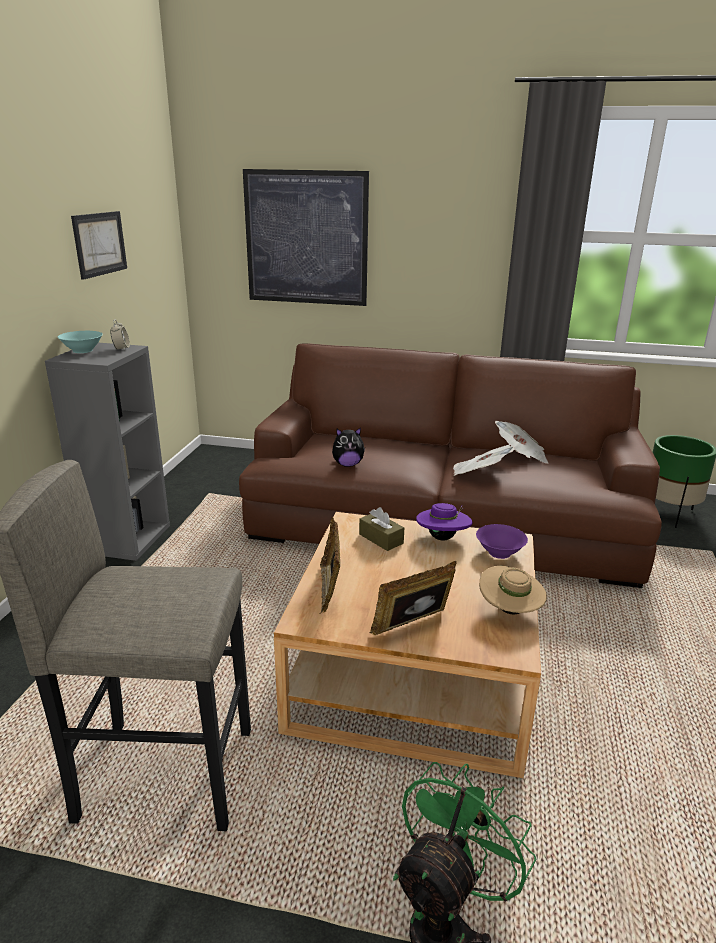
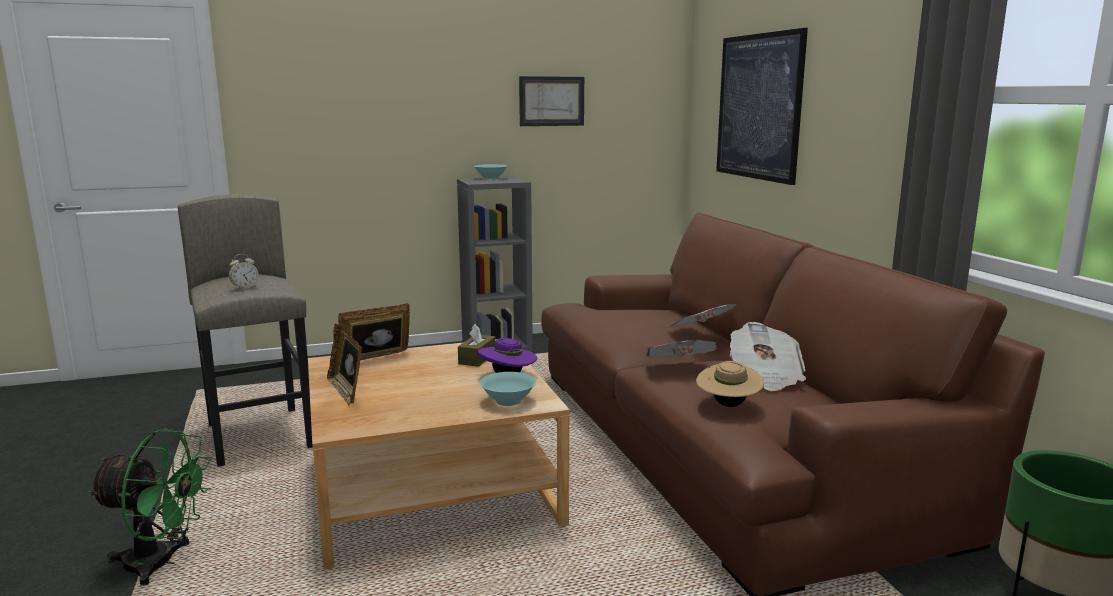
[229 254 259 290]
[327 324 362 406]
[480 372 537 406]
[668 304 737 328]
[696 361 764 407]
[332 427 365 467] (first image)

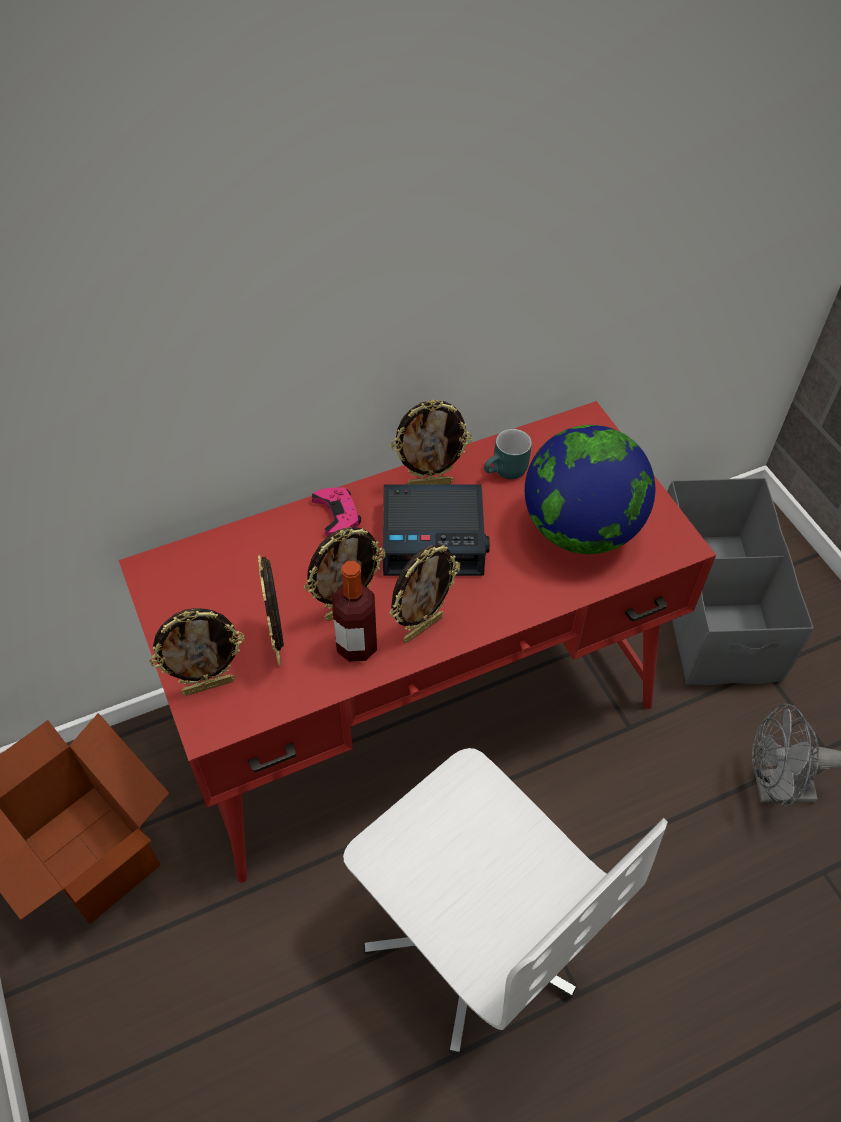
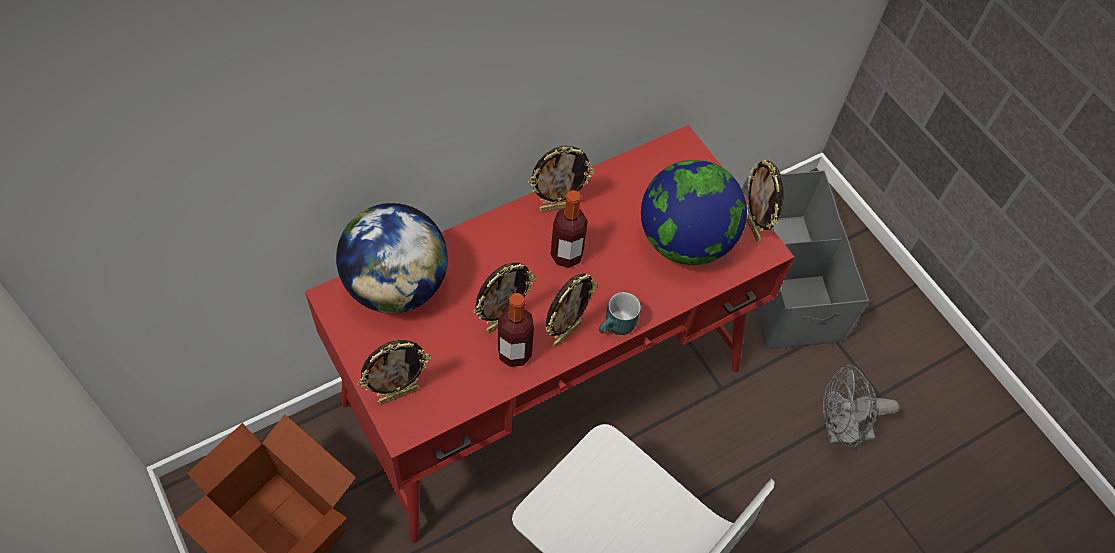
[336 203 448 313]
[550 190 588 268]
[599 292 641 335]
[746 159 784 242]
[312 487 361 536] (first image)

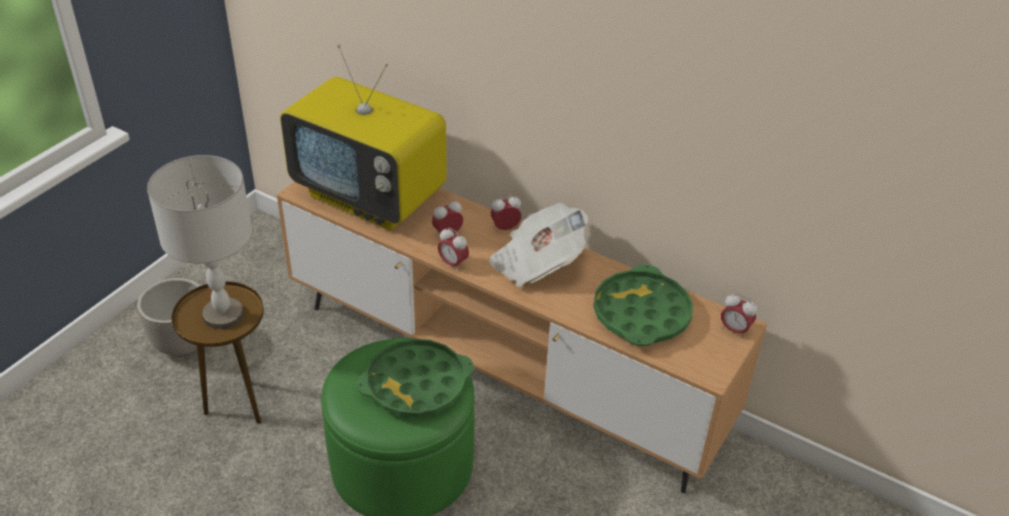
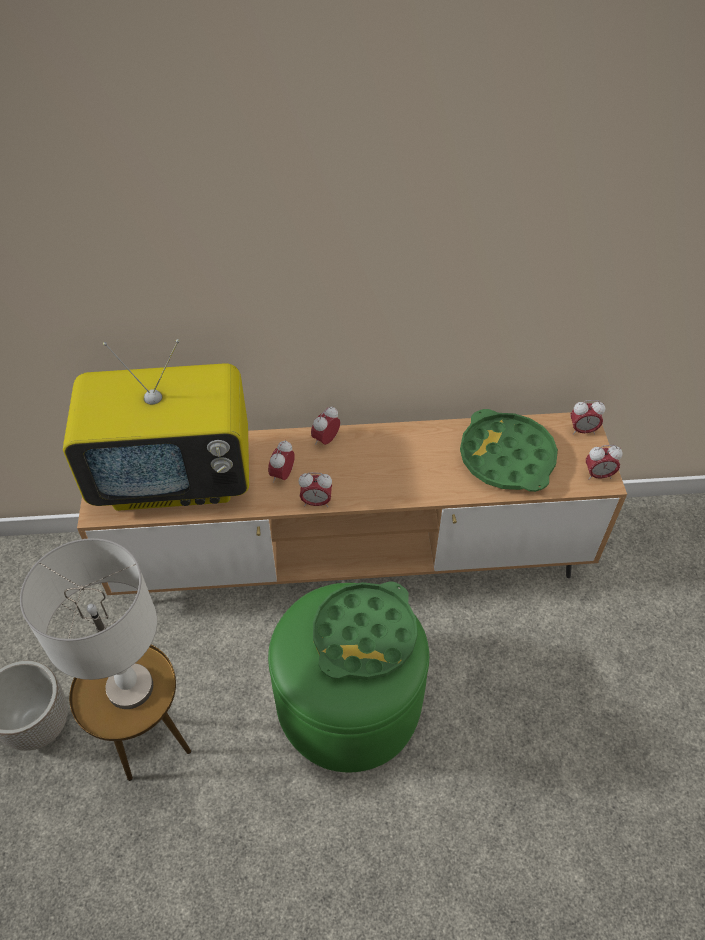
[586 445 623 480]
[489 203 589 287] (first image)

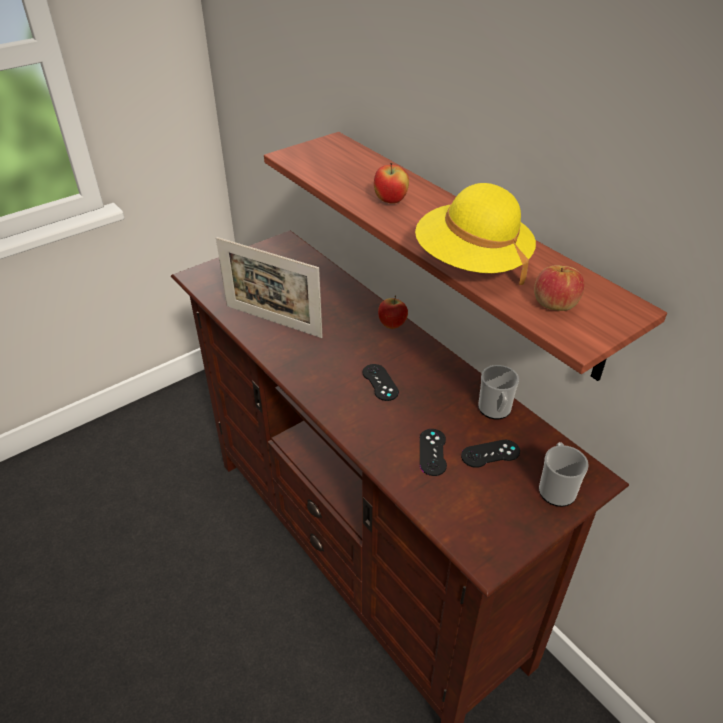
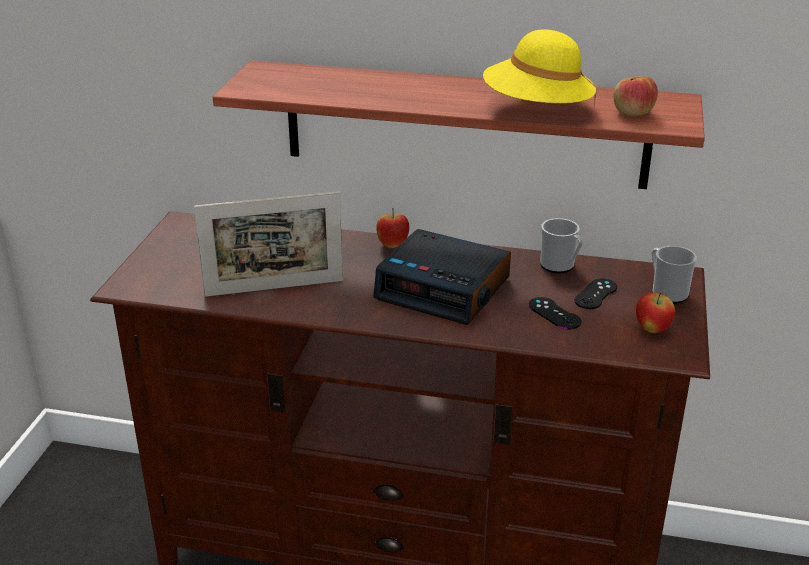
[373 229 511 325]
[636 293 675 333]

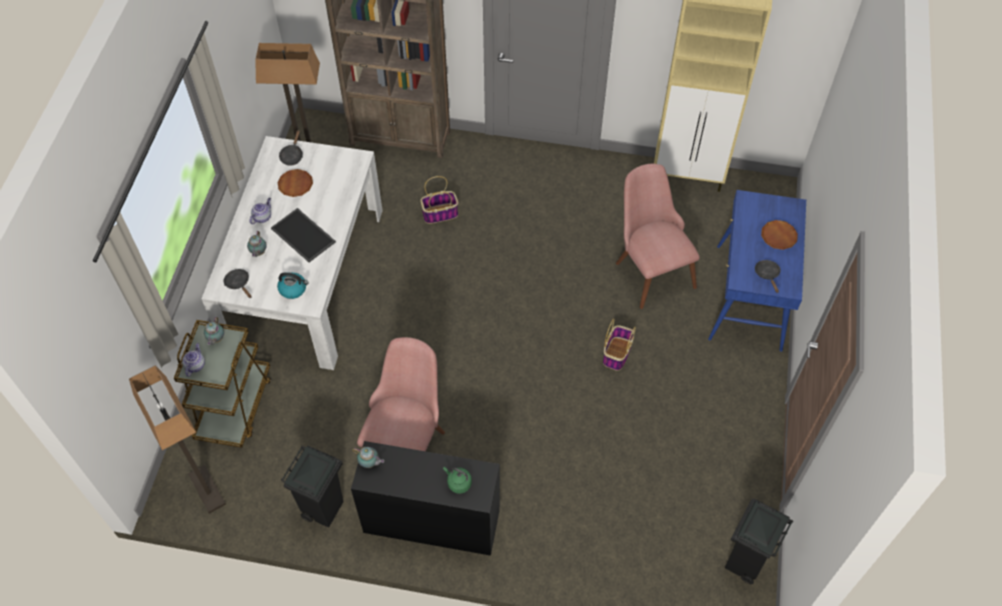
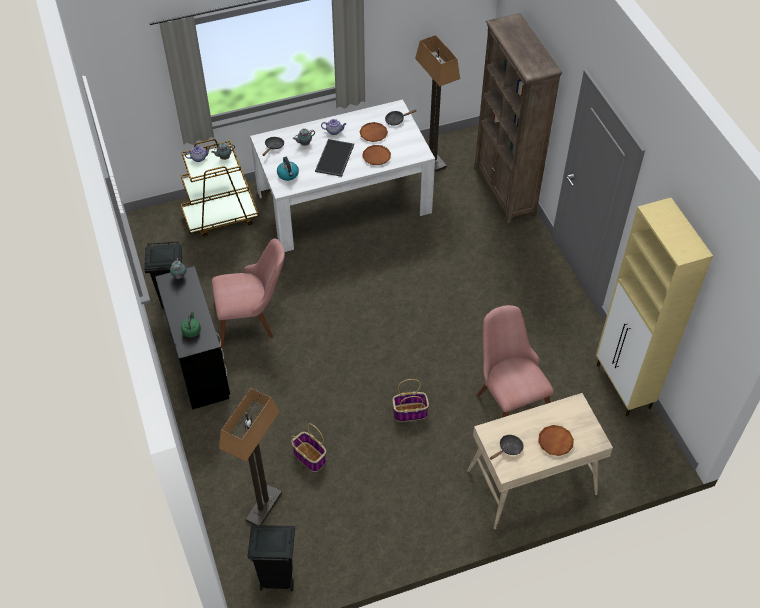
[219 388 282 525]
[291 423 326 472]
[362 145 391 165]
[467 393 613 529]
[476 305 554 418]

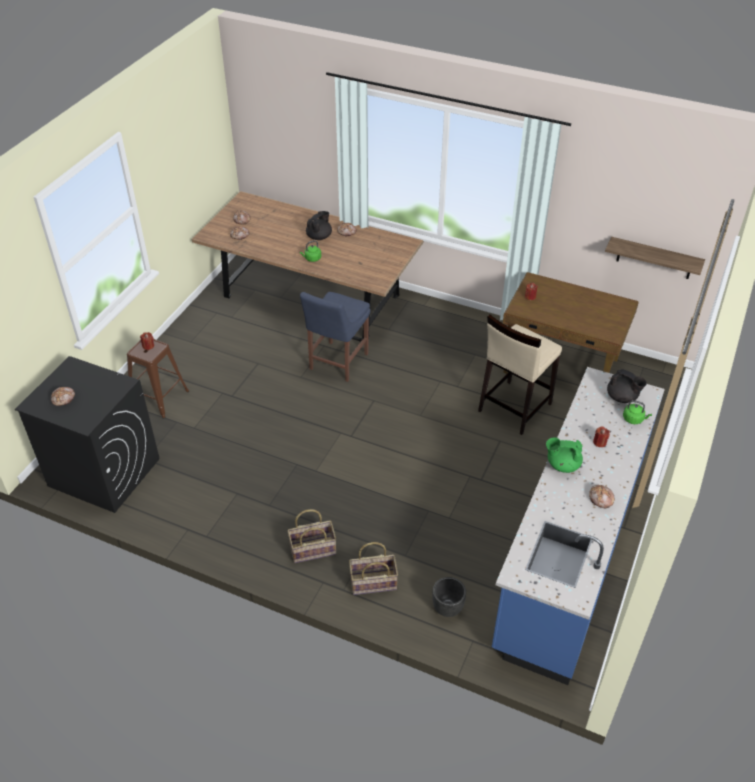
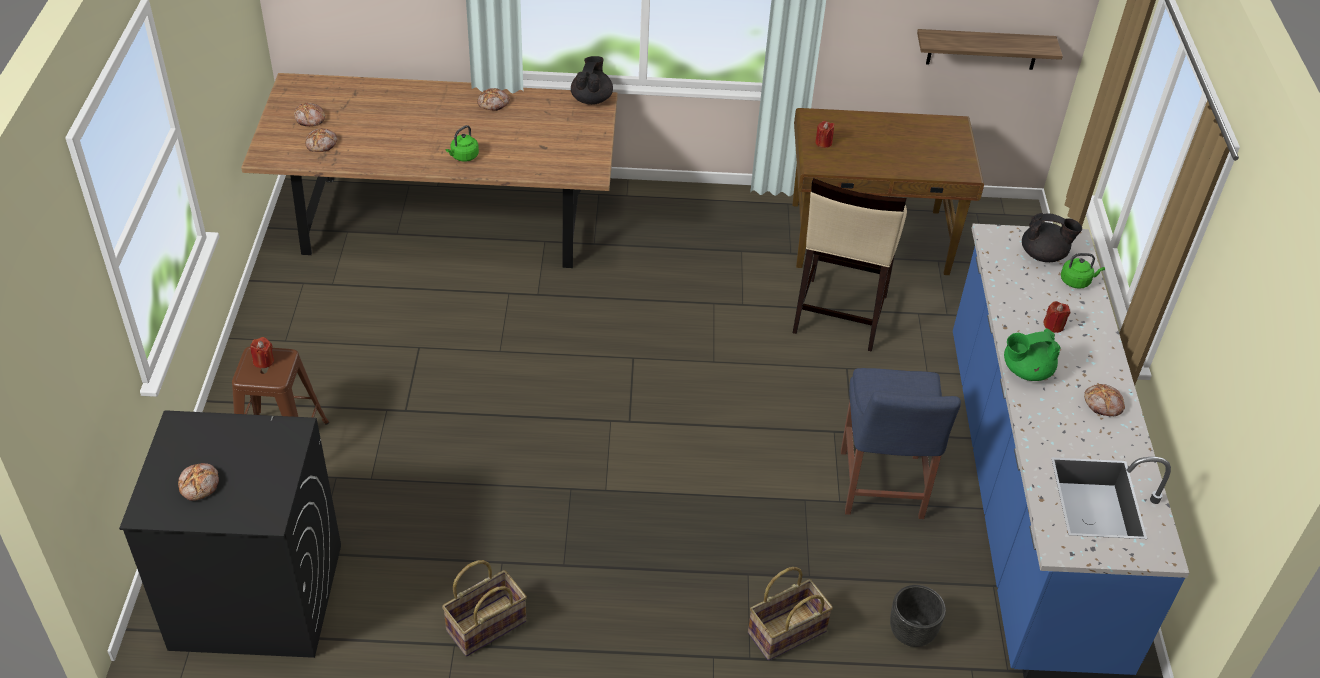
[442 560 527 656]
[571 56 613 105]
[841 368 961 519]

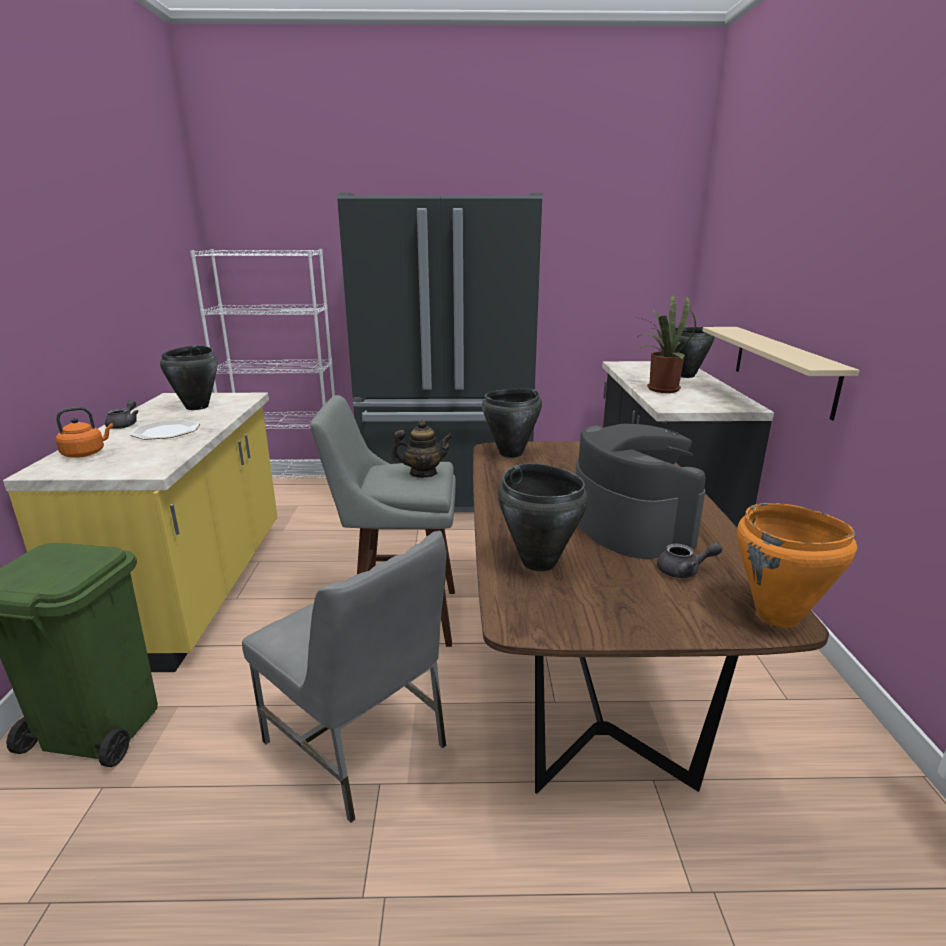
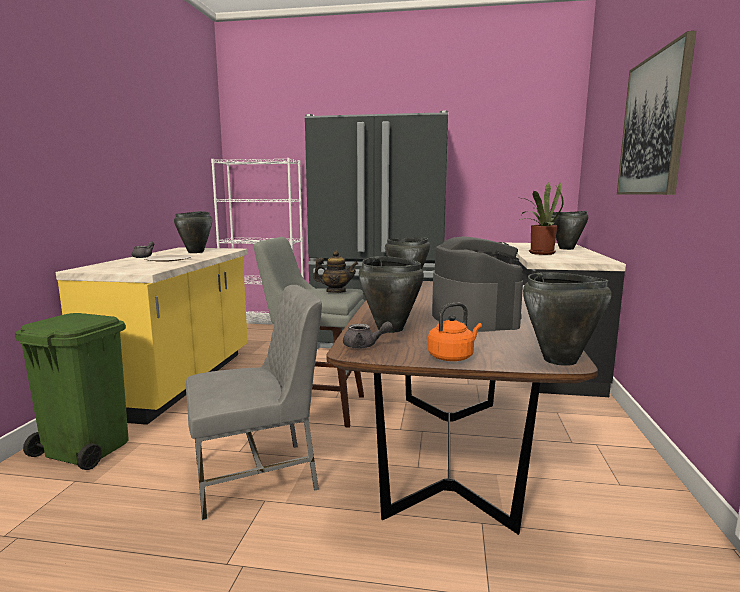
[186 285 322 520]
[343 321 393 349]
[428 303 482 361]
[523 272 612 366]
[617 31 696 195]
[702 327 860 420] (first image)

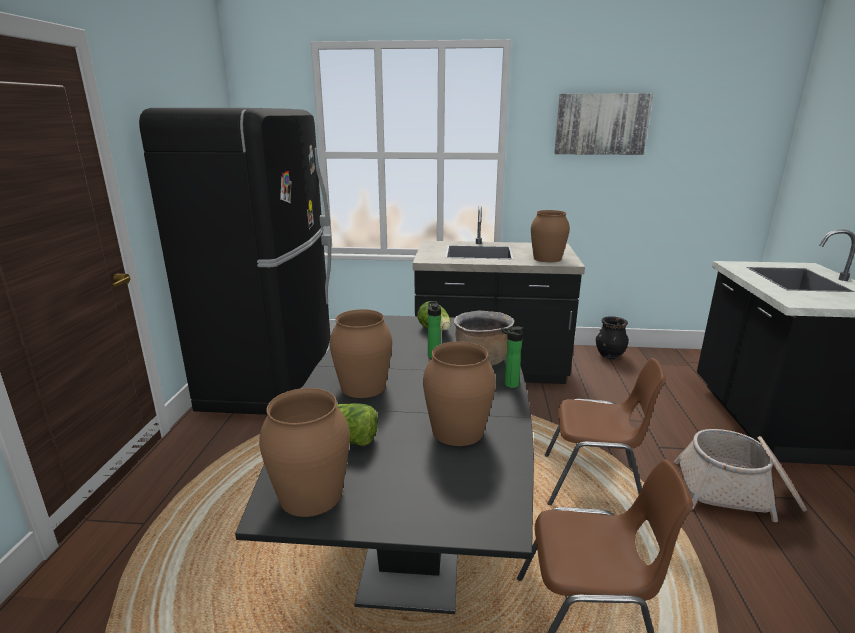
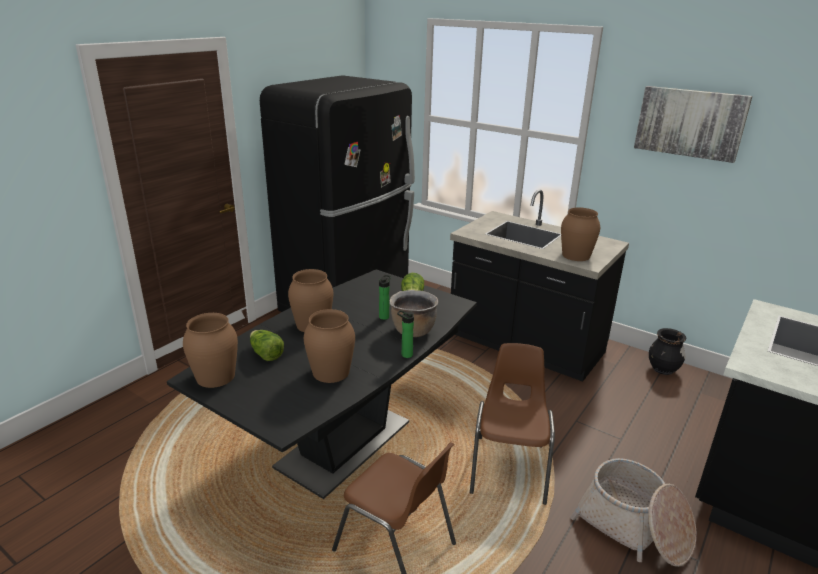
[470 343 555 505]

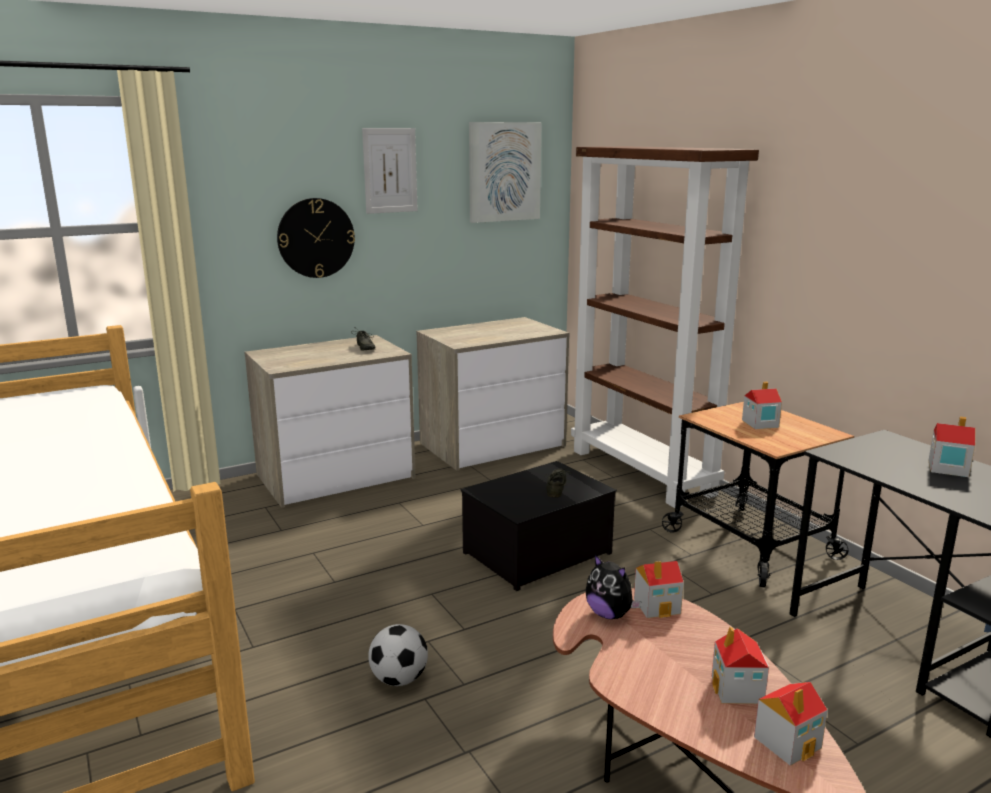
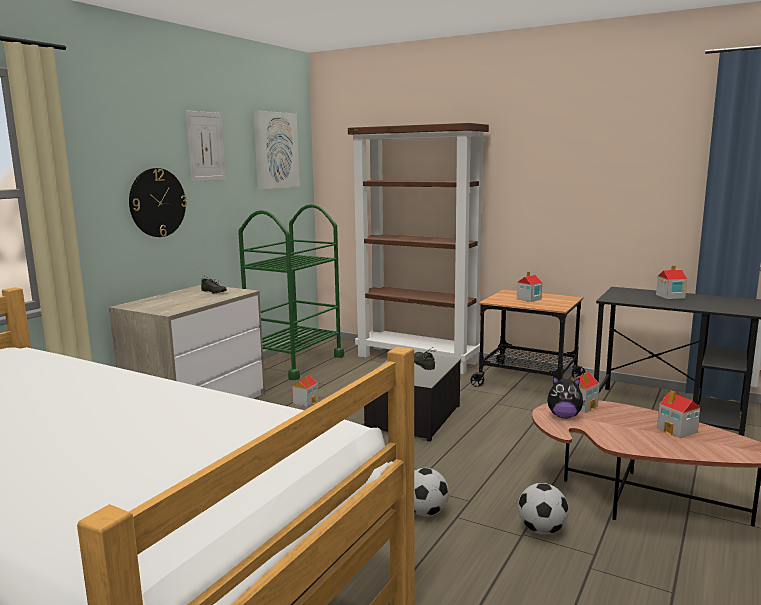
[238 204 344 380]
[292 376 318 407]
[518 483 569 535]

